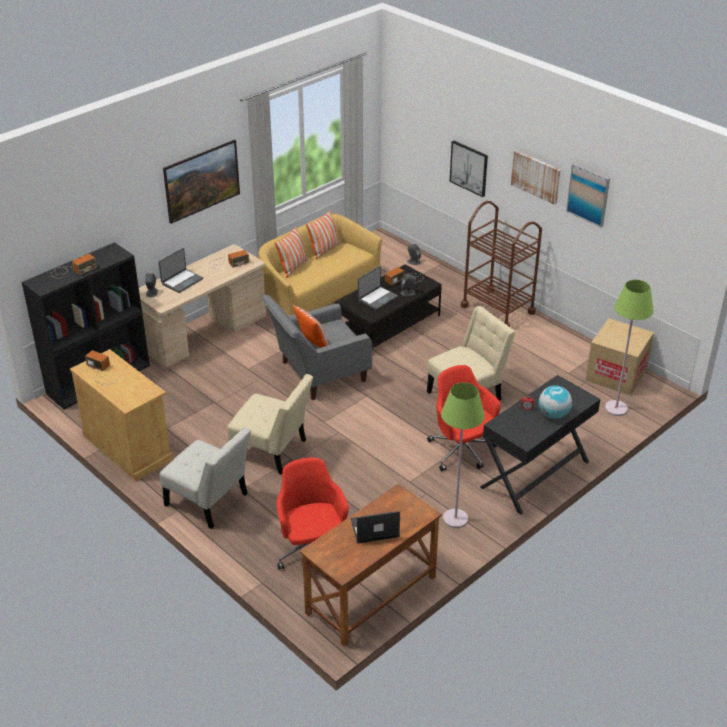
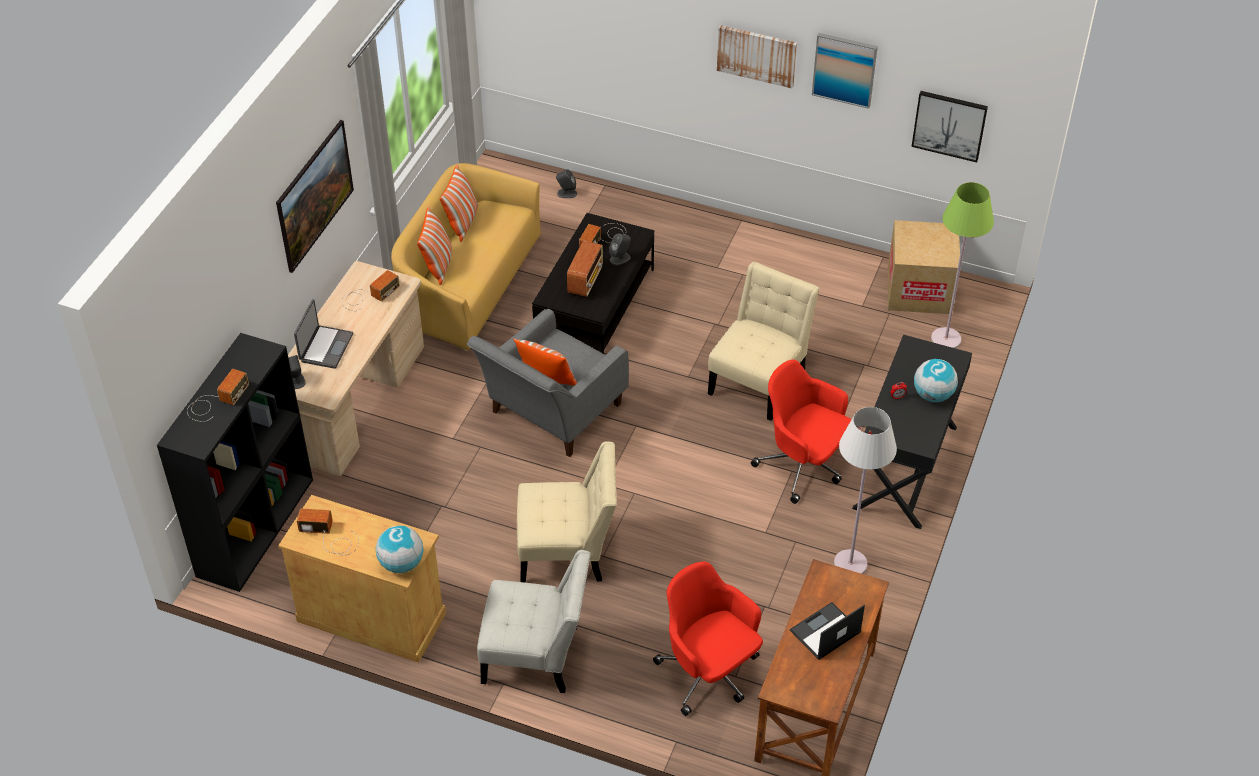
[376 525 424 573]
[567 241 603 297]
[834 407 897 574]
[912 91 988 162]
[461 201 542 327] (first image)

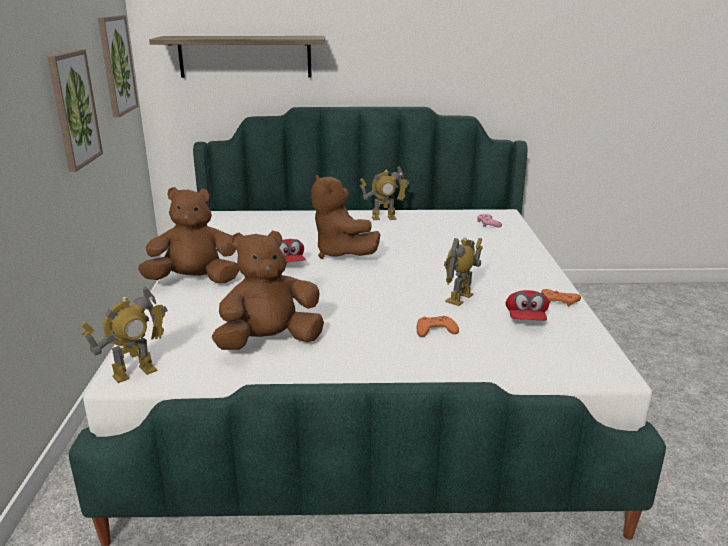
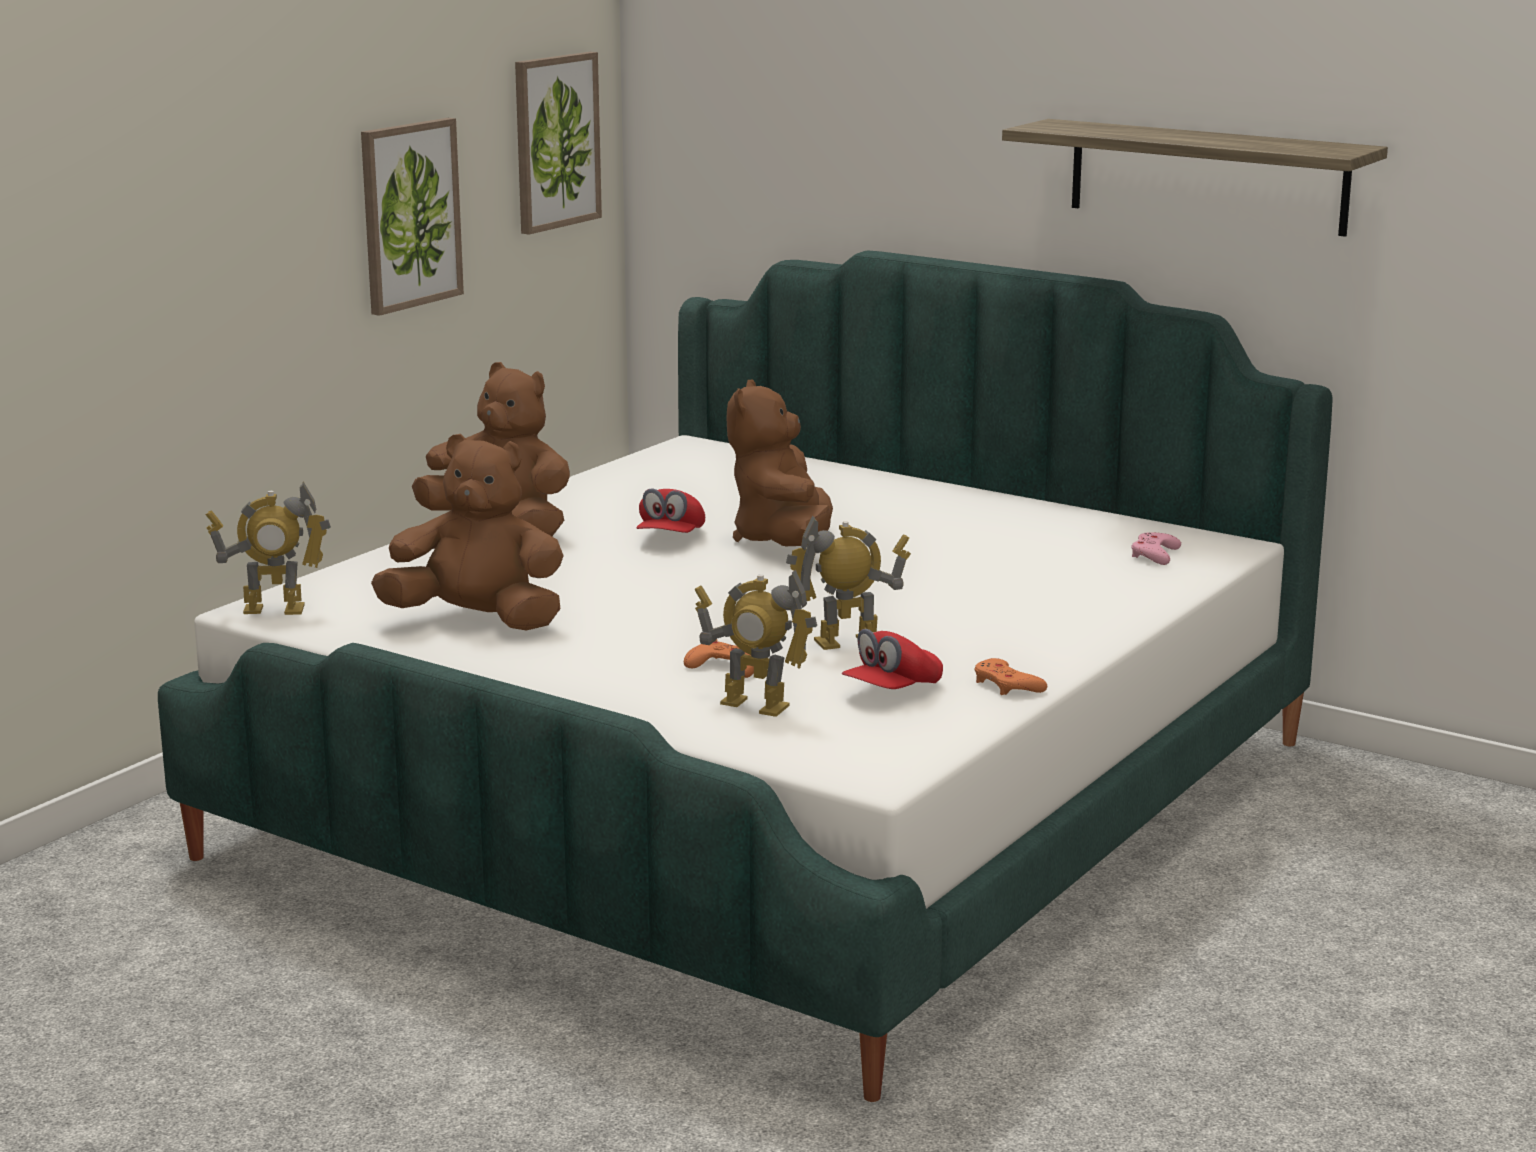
[695 570 817 717]
[1002 119 1388 237]

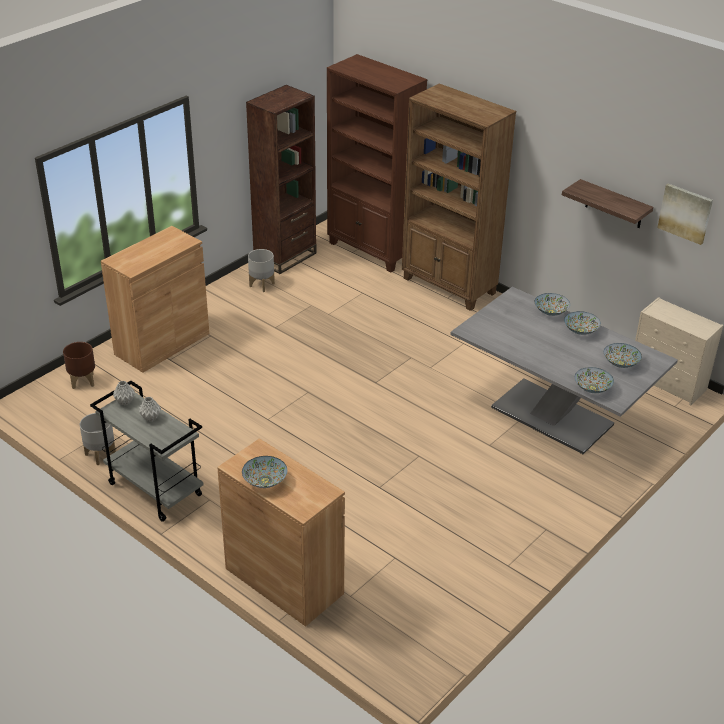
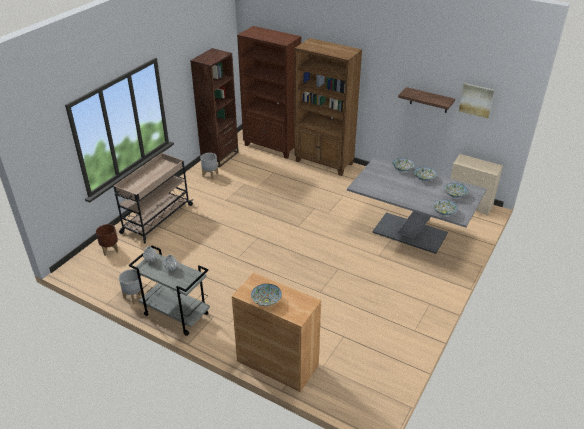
[113 153 193 244]

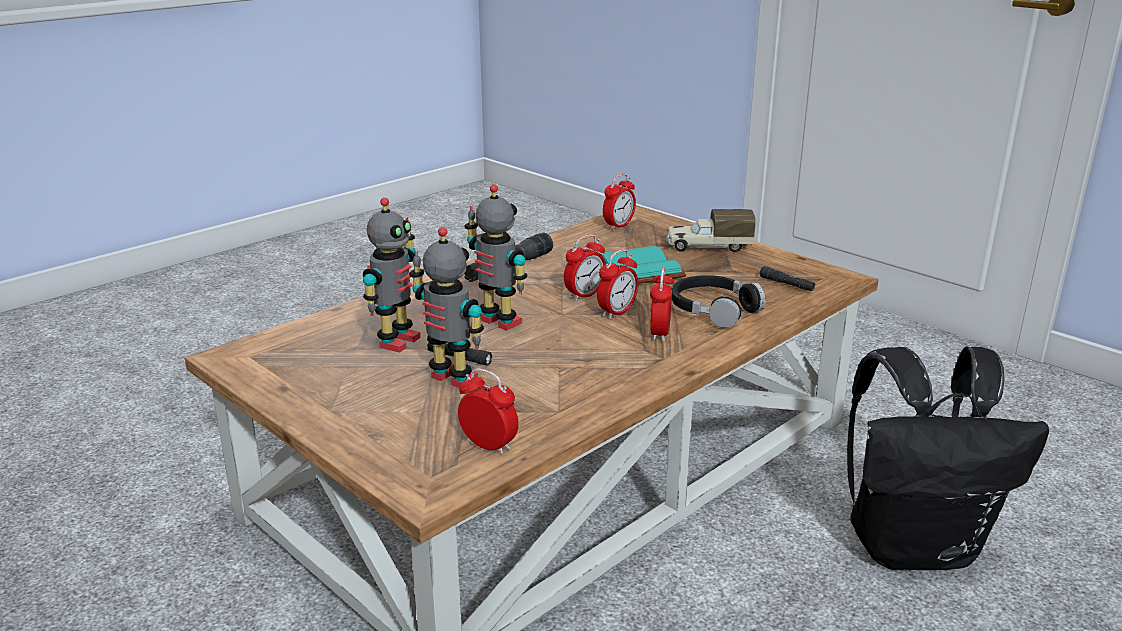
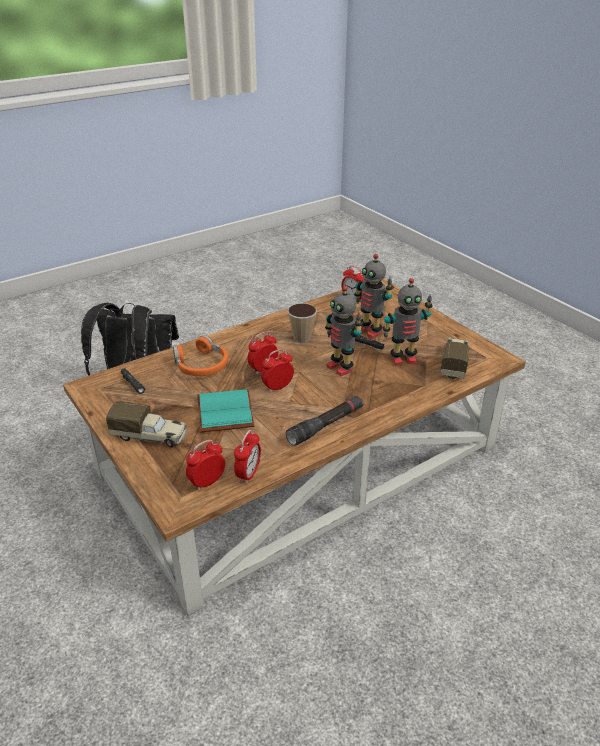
[173 335 228 376]
[234 430 261 484]
[287 303 317 343]
[383 278 433 366]
[441 337 470 380]

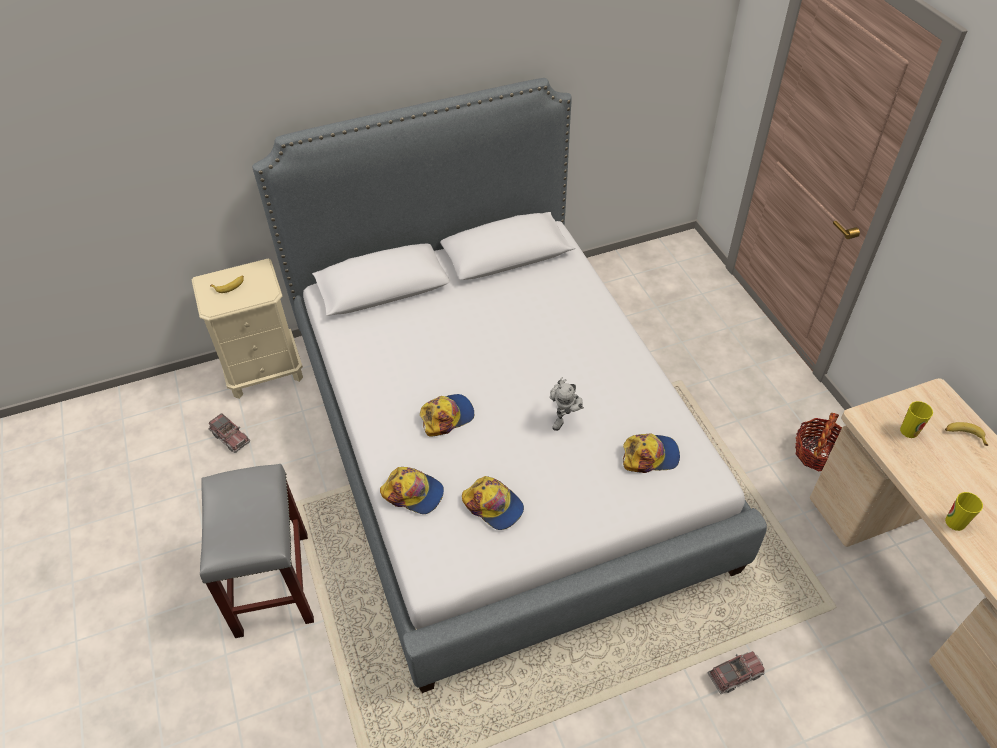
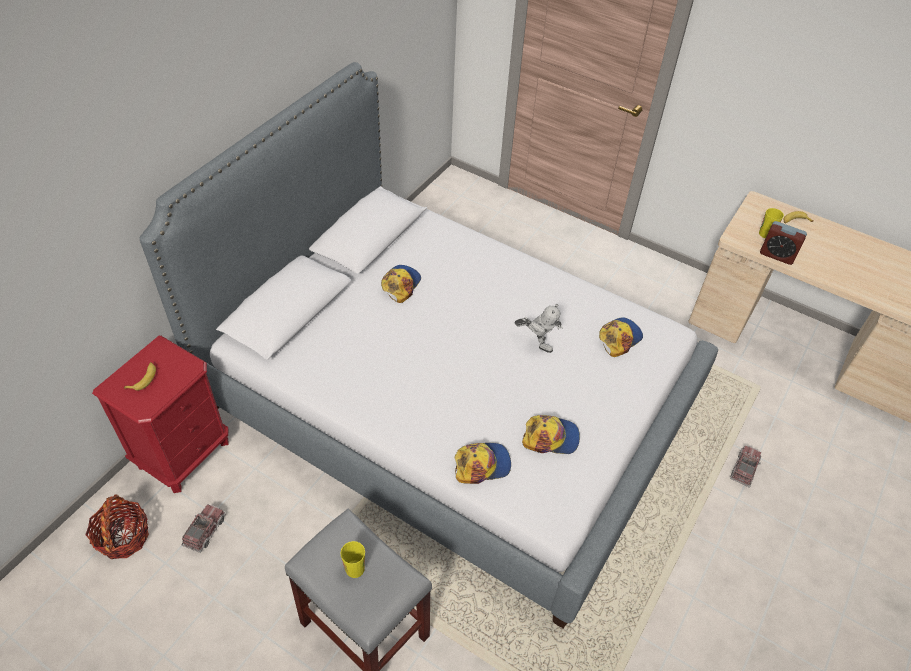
[85 494 149 559]
[92 335 228 493]
[181 504 226 553]
[340 541 365 578]
[381 265 421 303]
[515 304 563 353]
[760 221 807 265]

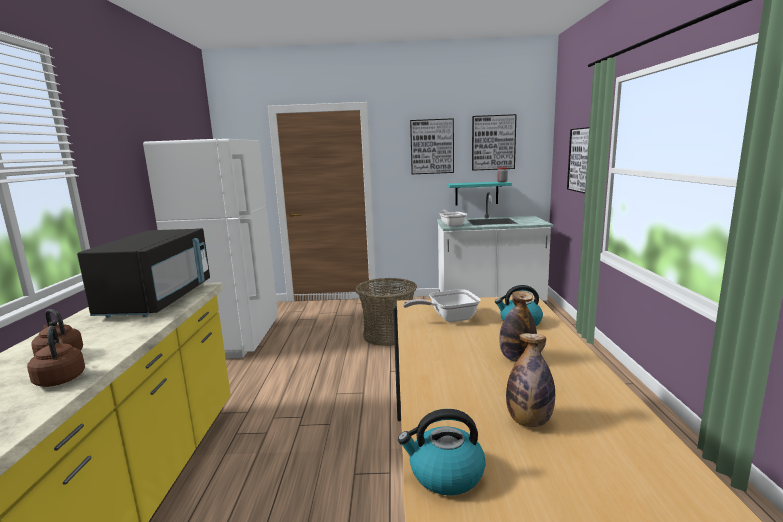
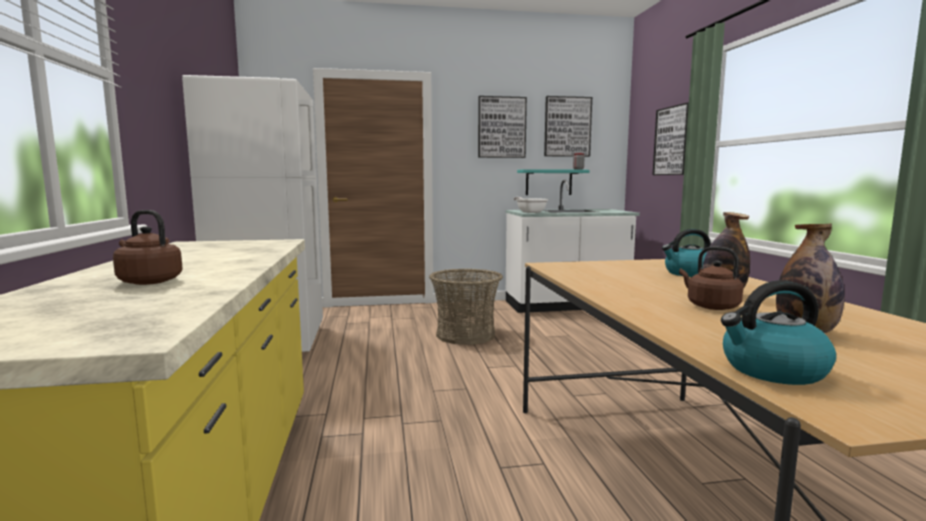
[679 246 743 310]
[77 228 210 318] (first image)
[403 289 481 322] (first image)

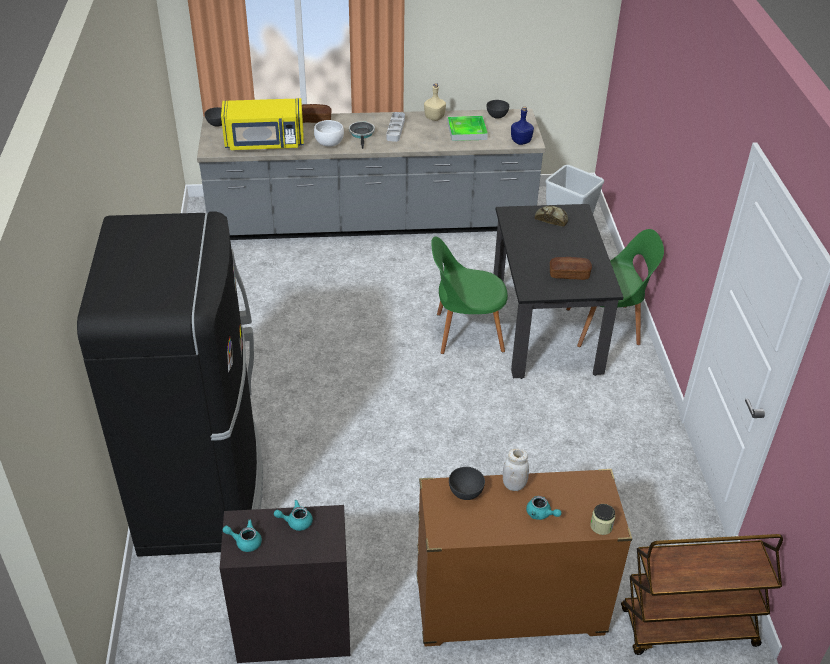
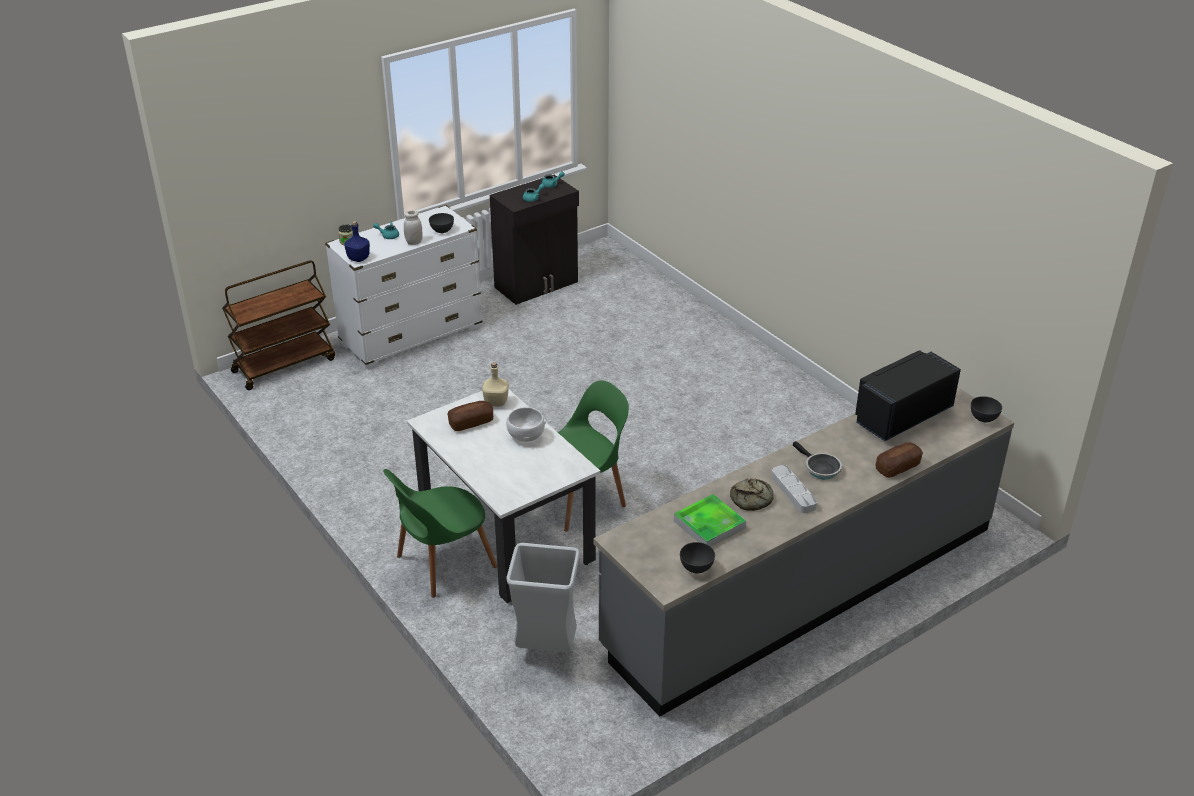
[325 205 483 369]
[344 221 370 262]
[407 389 601 603]
[482 362 509 407]
[506 407 546 442]
[730 479 774 511]
[855 350 961 441]
[77 211 263 557] (first image)

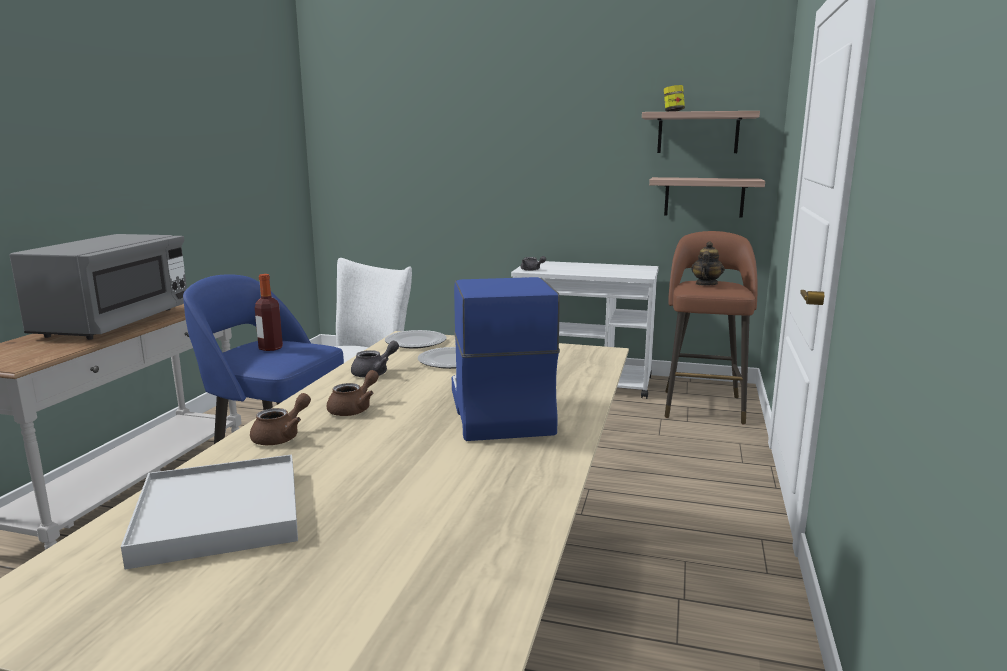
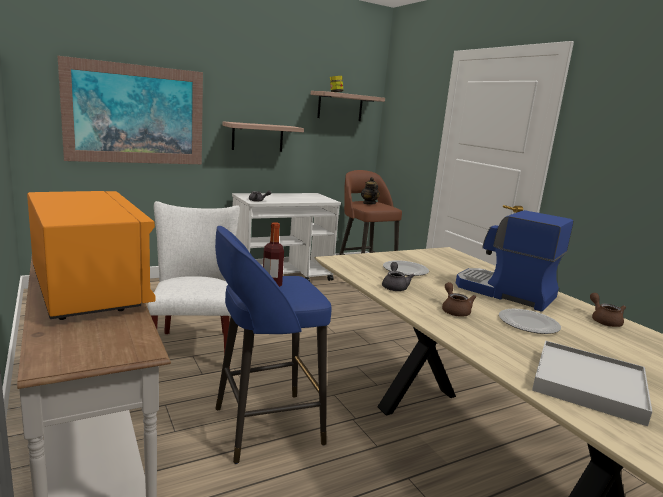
[27 191 156 320]
[58 56 203 164]
[222 122 304 152]
[499 309 561 334]
[590 293 626 327]

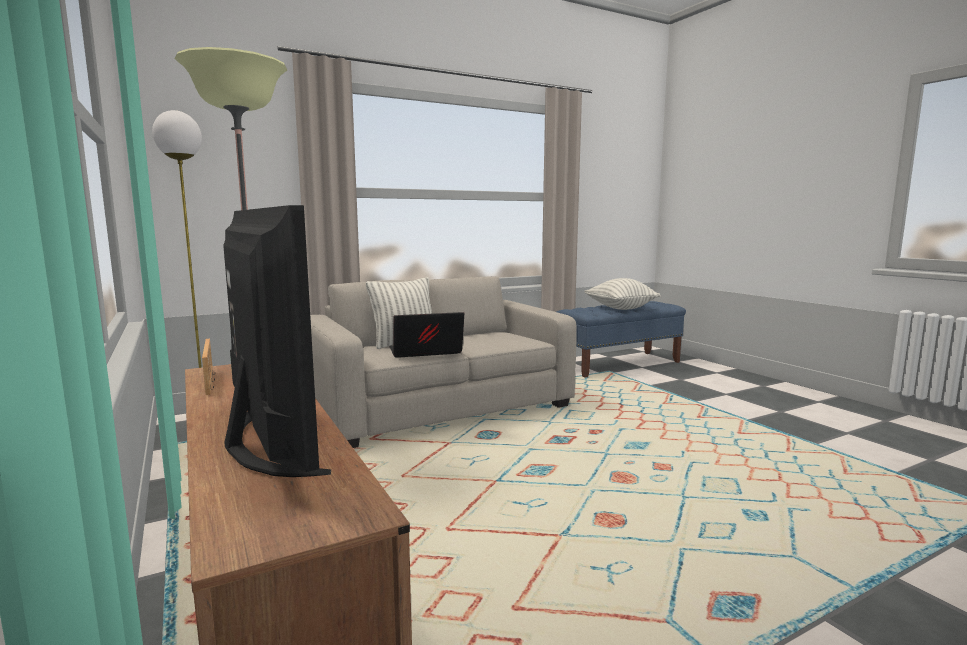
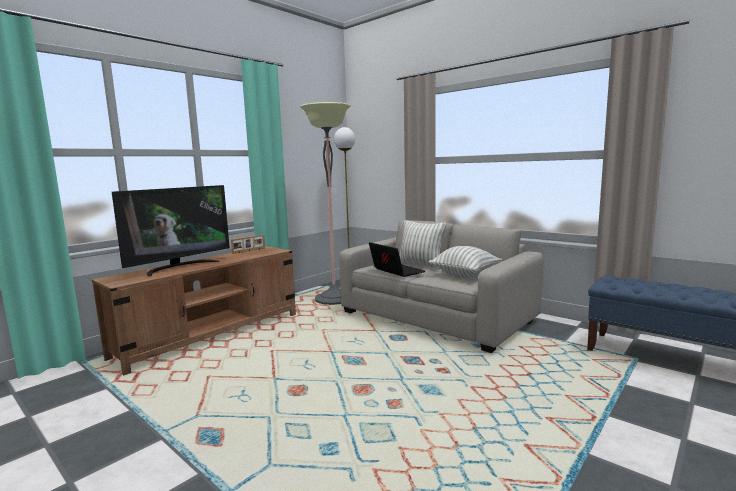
[428 246 502 278]

